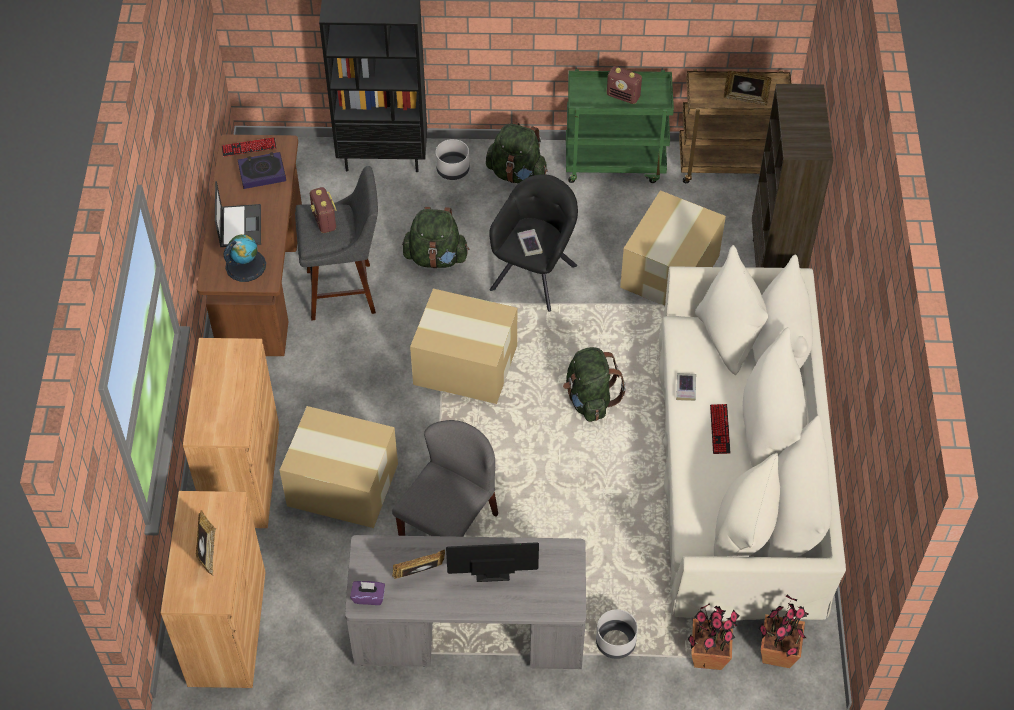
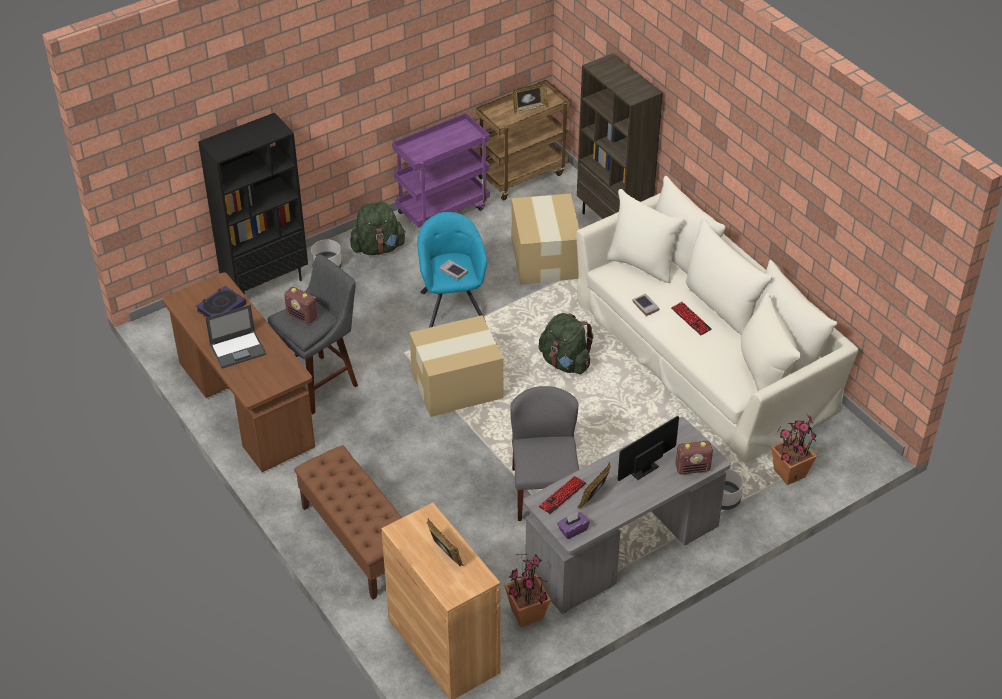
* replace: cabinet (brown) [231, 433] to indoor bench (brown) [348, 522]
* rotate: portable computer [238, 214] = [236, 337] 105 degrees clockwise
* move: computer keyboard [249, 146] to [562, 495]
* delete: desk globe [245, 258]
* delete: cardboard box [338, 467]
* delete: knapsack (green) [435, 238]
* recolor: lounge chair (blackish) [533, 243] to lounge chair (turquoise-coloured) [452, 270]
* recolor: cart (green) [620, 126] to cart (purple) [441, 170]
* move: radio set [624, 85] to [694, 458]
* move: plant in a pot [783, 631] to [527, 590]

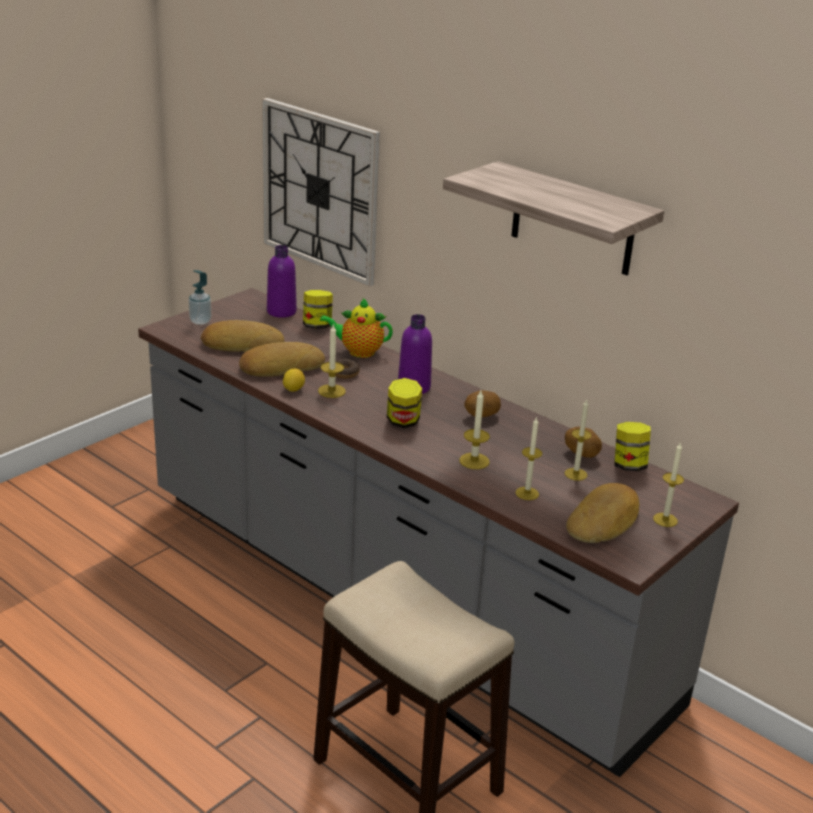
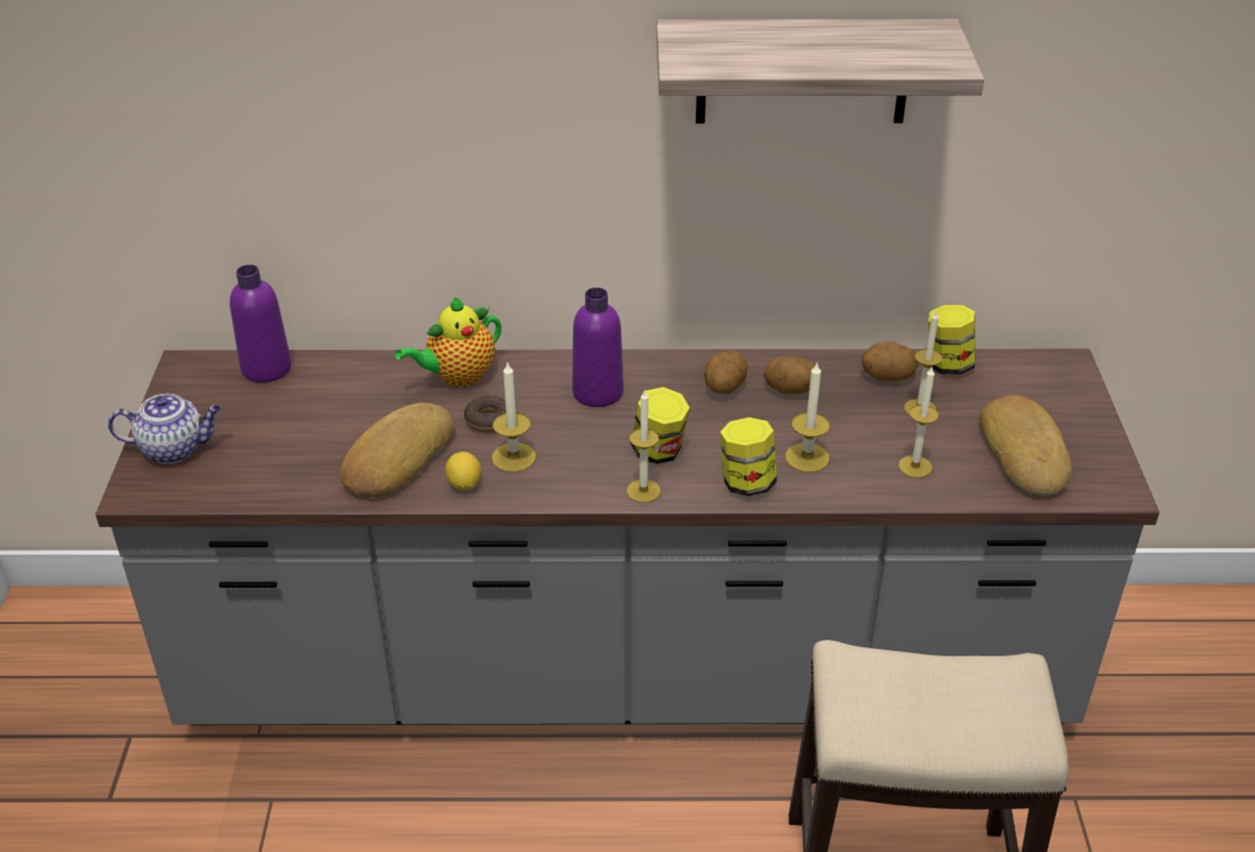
* replace: soap bottle [200, 297] to tea pot [164, 429]
* delete: baked bread [242, 336]
* delete: hanging clock [321, 192]
* move: storage jar [318, 309] to [748, 456]
* move: wax light [668, 485] to [644, 446]
* insert: whole potato [792, 375]

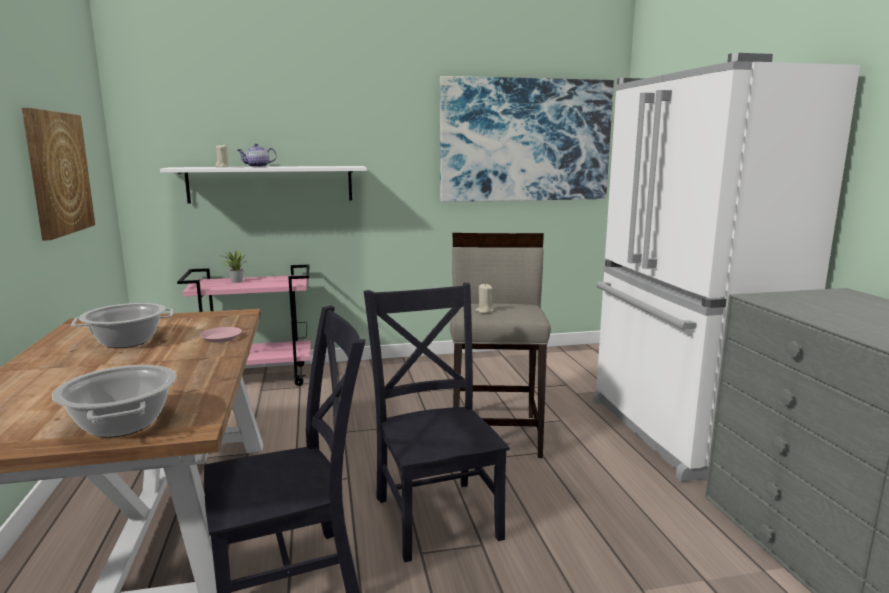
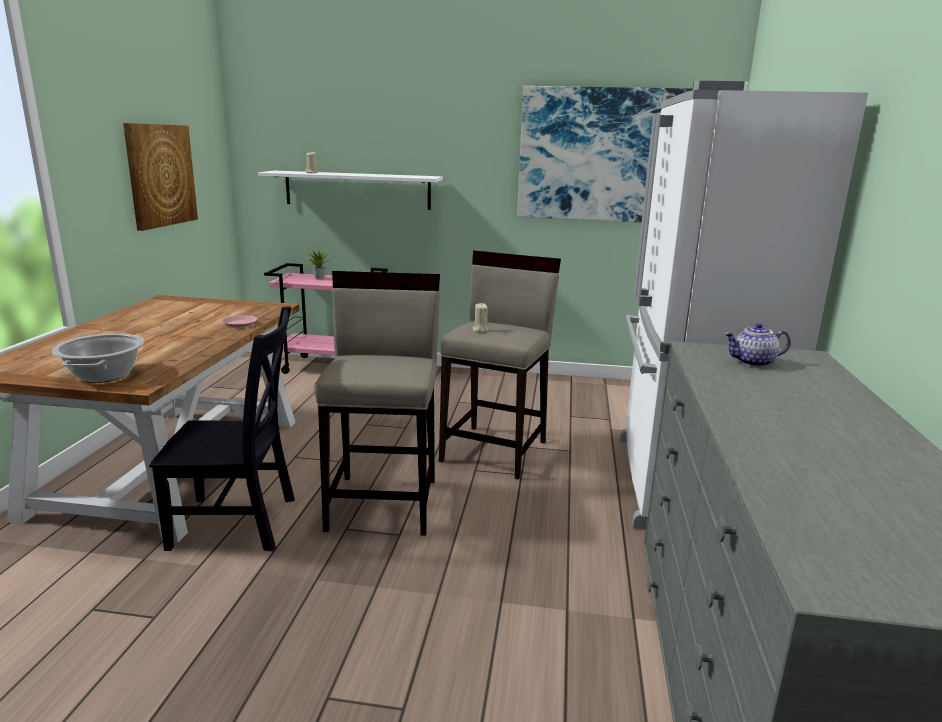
* delete: cooking pot [122, 325]
* move: tea pot [257, 155] to [757, 345]
* replace: upright chair (blackish) [437, 422] to sitting stool (sand-coloured) [377, 403]

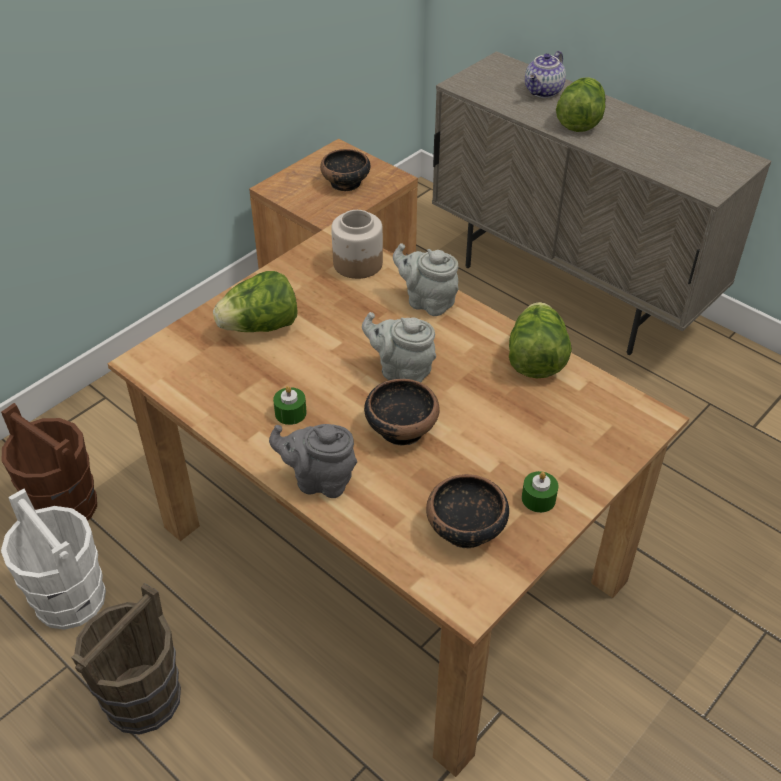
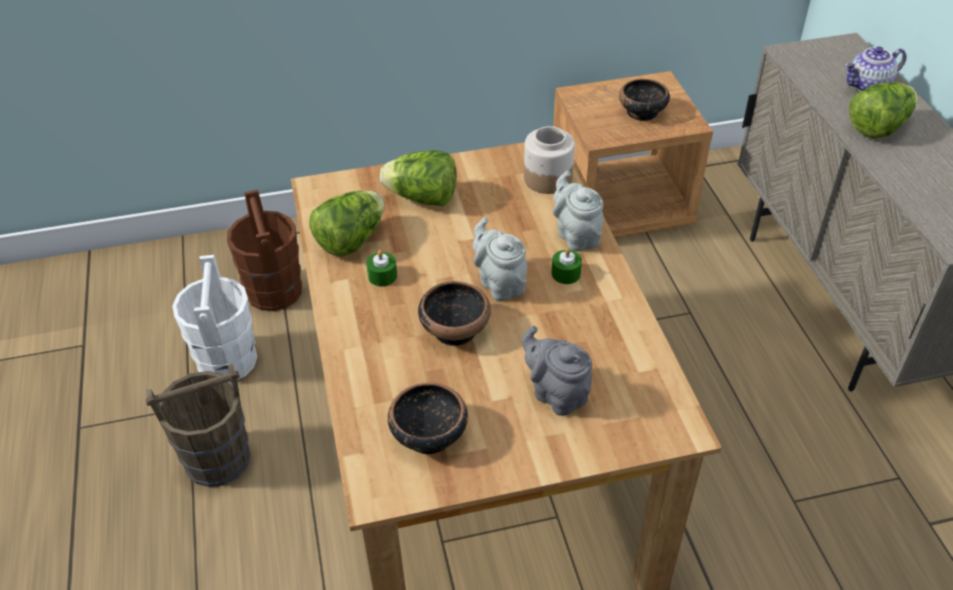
* move: tea pot (grey) [313, 461] to [557, 371]
* move: head of lettuce [540, 340] to [347, 223]
* move: wax light (green) [540, 492] to [566, 266]

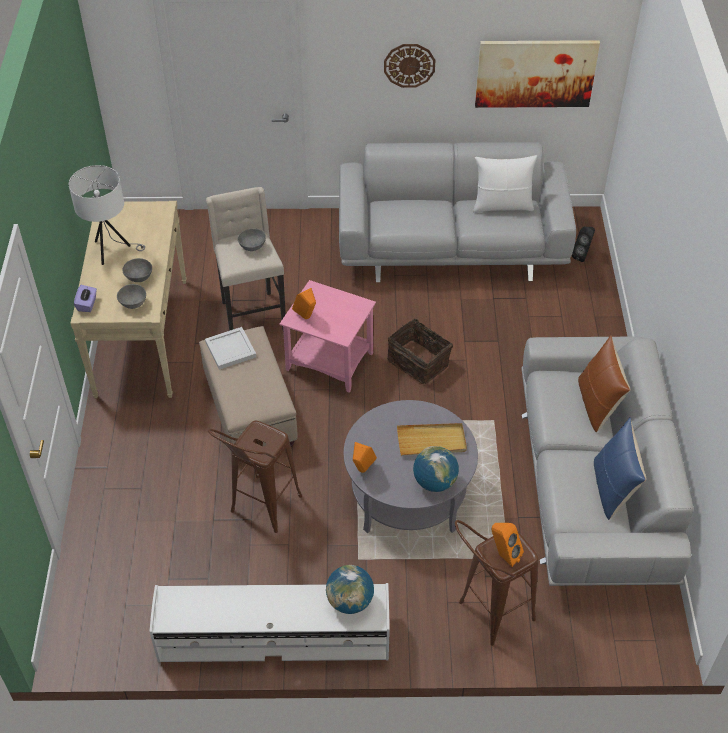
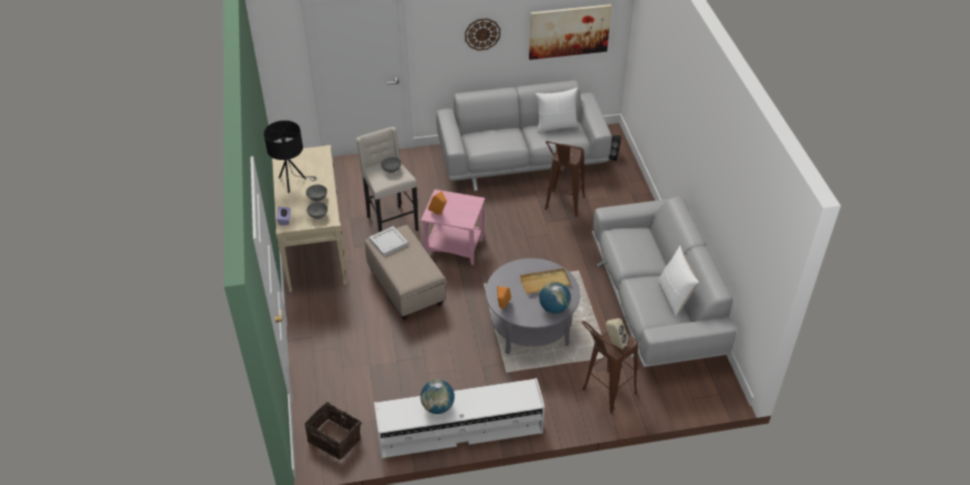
* recolor: tabletop lamp (whitish) [107, 215] to tabletop lamp (blackish) [290, 156]
* move: sitting stool (brown) [255, 477] to [565, 179]
* move: desk globe [350, 589] to [437, 396]
* move: storage basket [420, 350] to [333, 429]
* recolor: audio speaker (orangey) [507, 545] to audio speaker (sand-coloured) [617, 334]
* delete: pillow (brown) [604, 383]
* recolor: pillow (blue-coloured) [620, 469] to pillow (whitish) [678, 281]

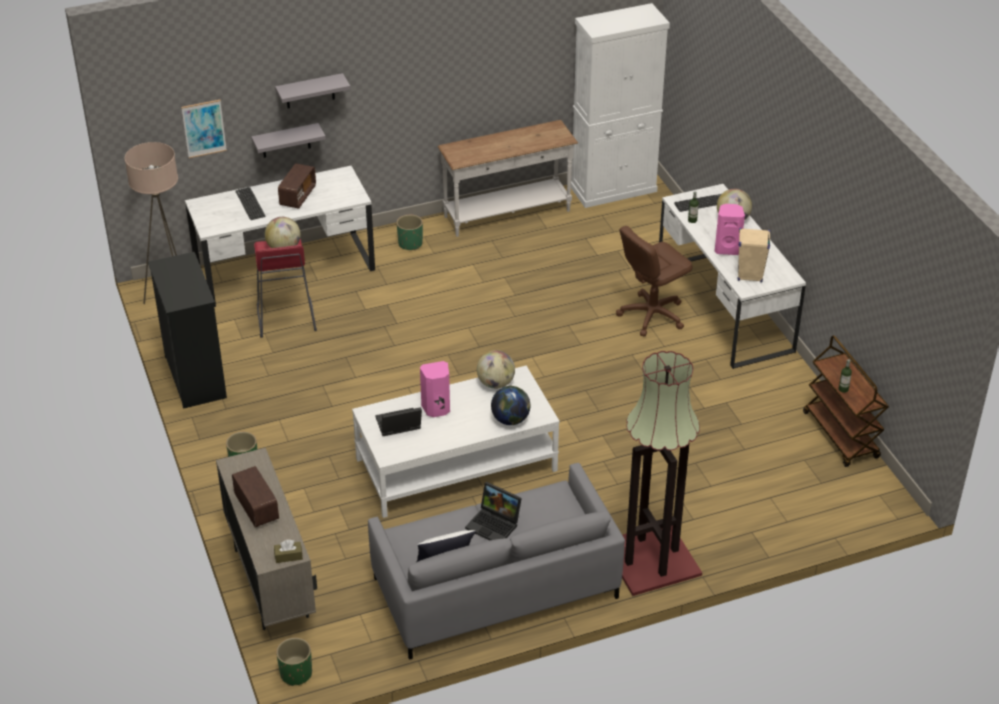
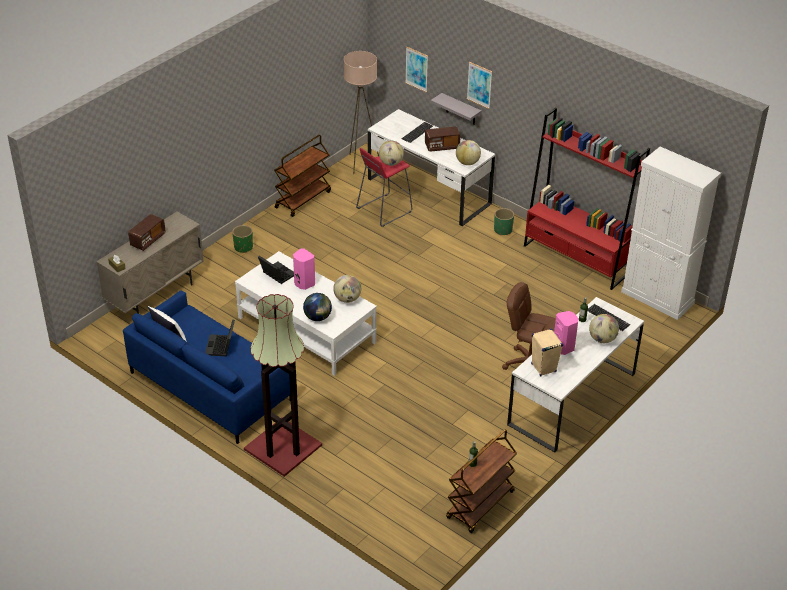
* replace: drawer chest (blackish) [187, 330] to cart (brown) [302, 176]
* replace: shelf (grey) [313, 90] to wall art [479, 85]
* delete: plant pot (green) [294, 662]
* recolor: sofa (grey) [496, 561] to sofa (blue-coloured) [207, 367]
* replace: hall table (whitish) [508, 178] to bookshelf (red) [587, 199]
* insert: desk globe [468, 152]

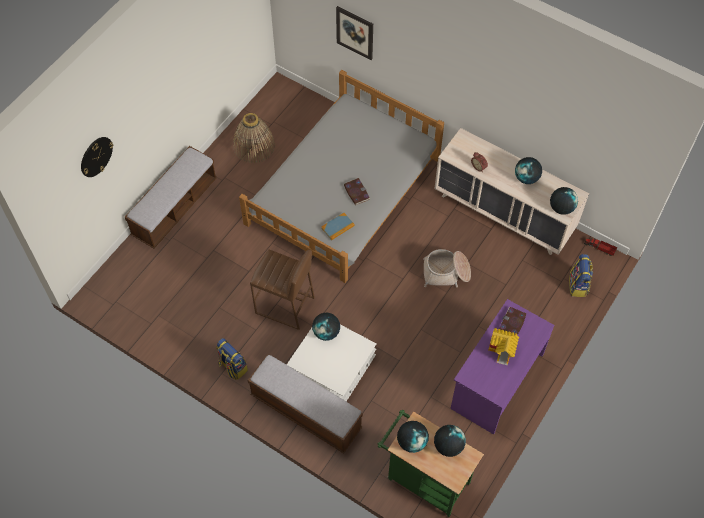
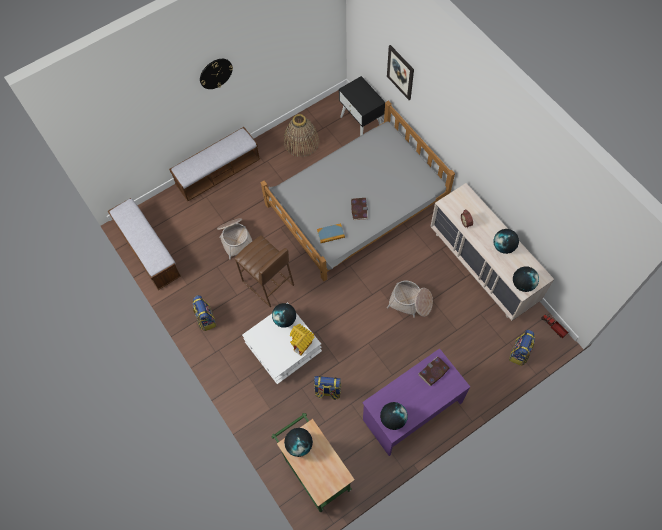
* move: hanging clock [97, 157] to [216, 74]
* move: indoor bench [305, 404] to [144, 244]
* move: desk globe [450, 441] to [394, 416]
* move: toy house [503, 347] to [302, 340]
* insert: storage basket [234, 239]
* insert: knapsack [327, 388]
* insert: bedside table (blackish) [362, 106]

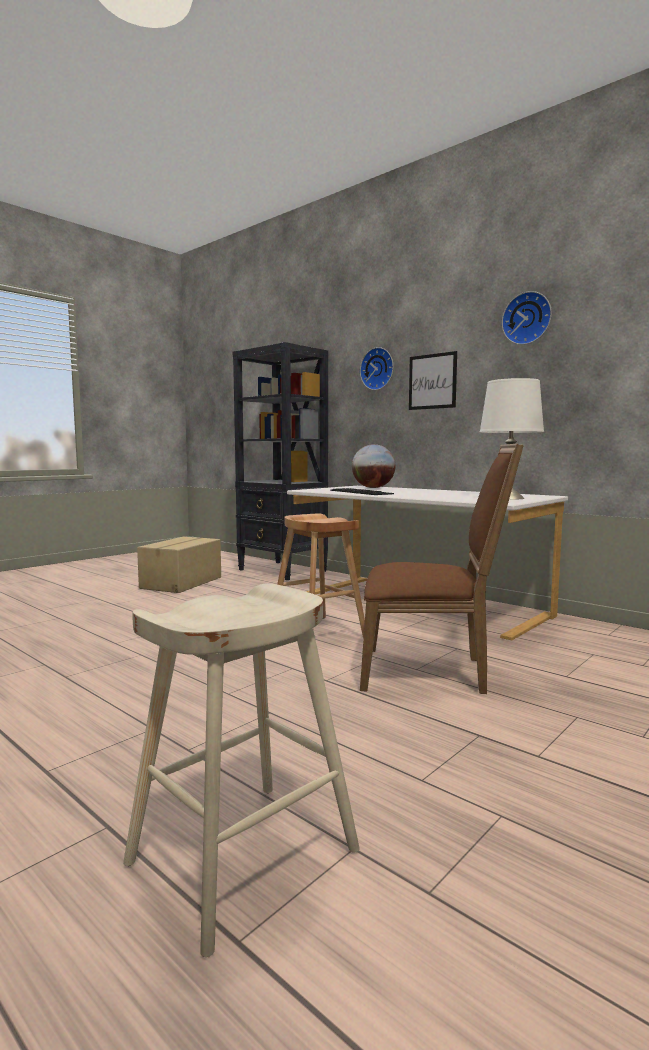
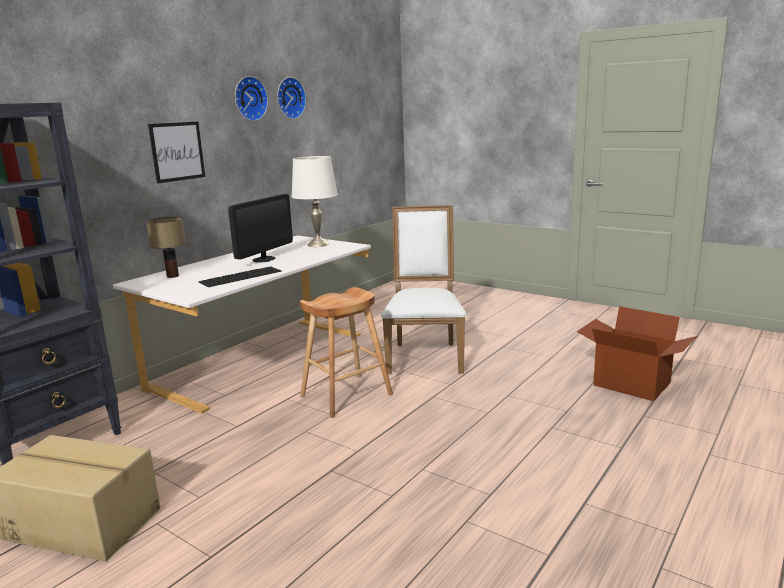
* replace: sitting stool (sand-coloured) [241, 770] to cardboard box [637, 353]
* replace: desk globe [373, 466] to tabletop lamp [166, 247]
* move: hanging clock [377, 368] to [291, 98]
* recolor: upright chair (brown) [442, 569] to upright chair (whitish) [423, 289]
* insert: computer display [260, 228]

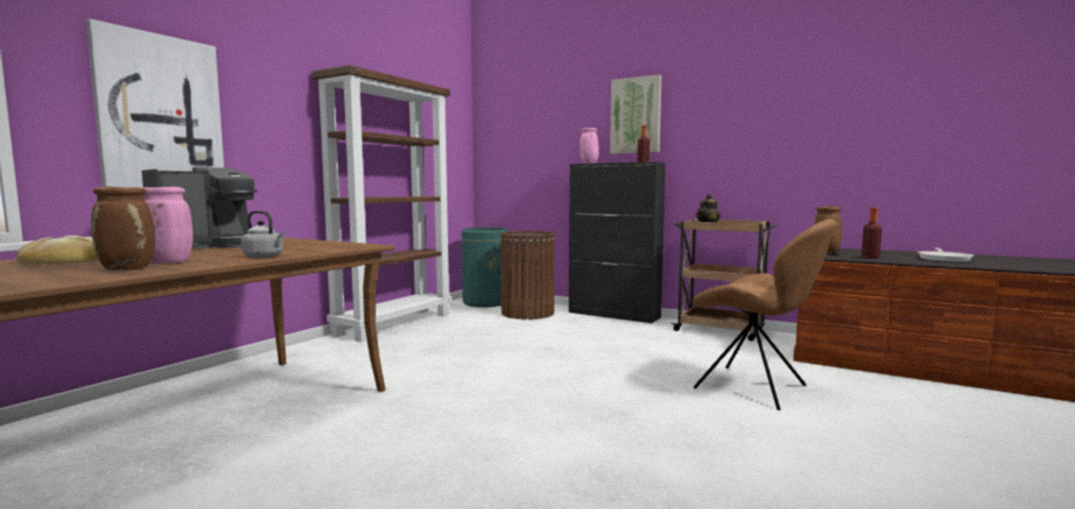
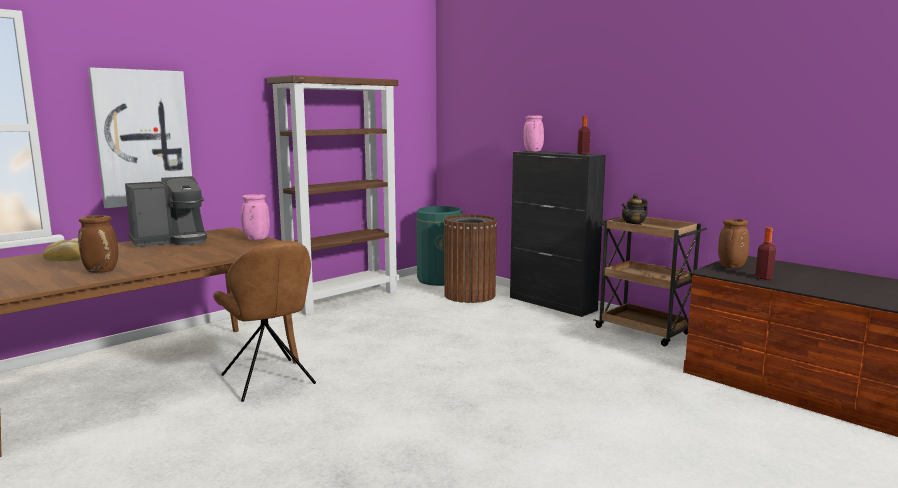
* move: decorative vase (pink) [168, 225] to [255, 217]
* delete: kettle (grey) [263, 234]
* delete: wall art [635, 114]
* move: upright chair (brown) [764, 314] to [264, 321]
* delete: frying pan [946, 255]

